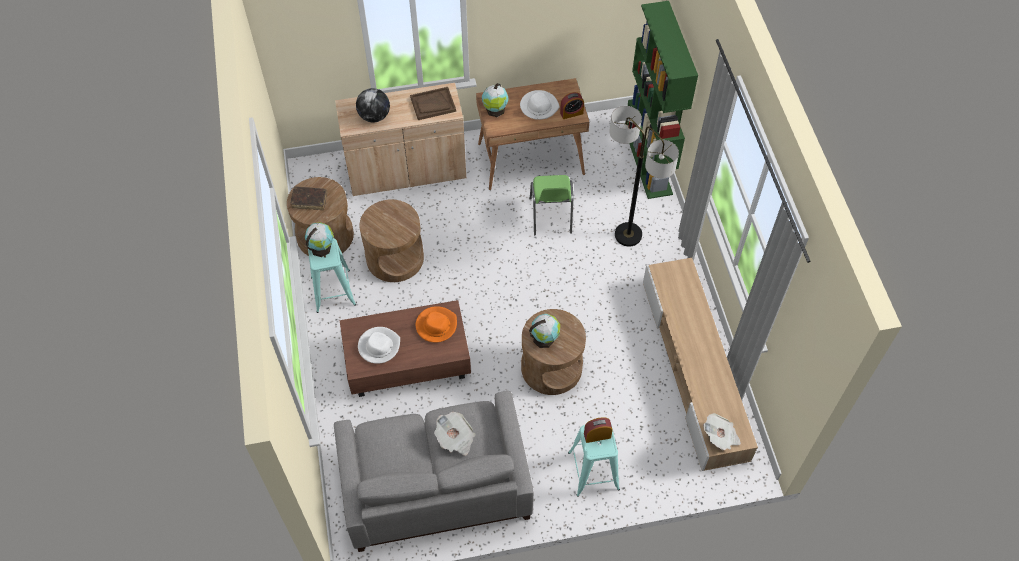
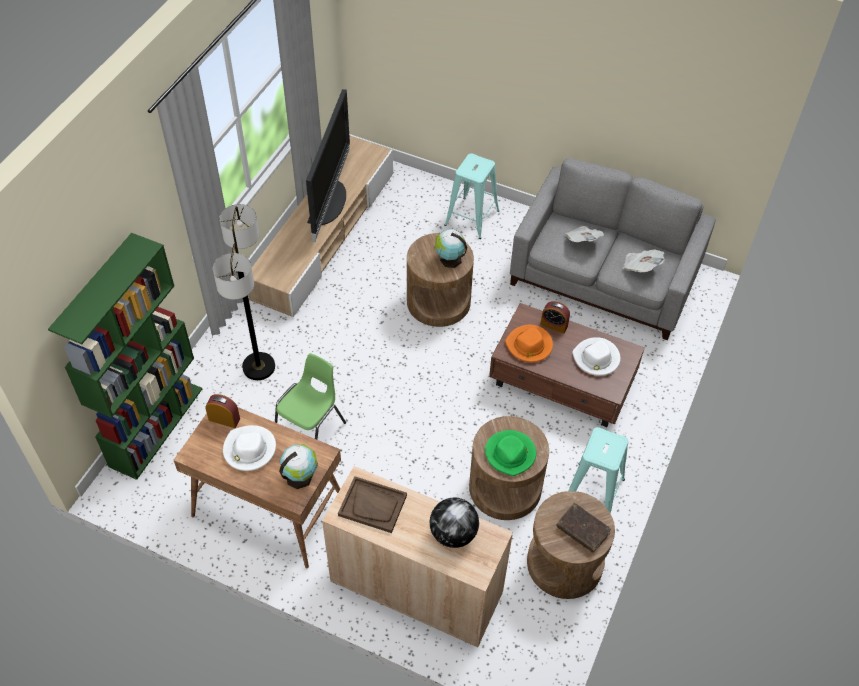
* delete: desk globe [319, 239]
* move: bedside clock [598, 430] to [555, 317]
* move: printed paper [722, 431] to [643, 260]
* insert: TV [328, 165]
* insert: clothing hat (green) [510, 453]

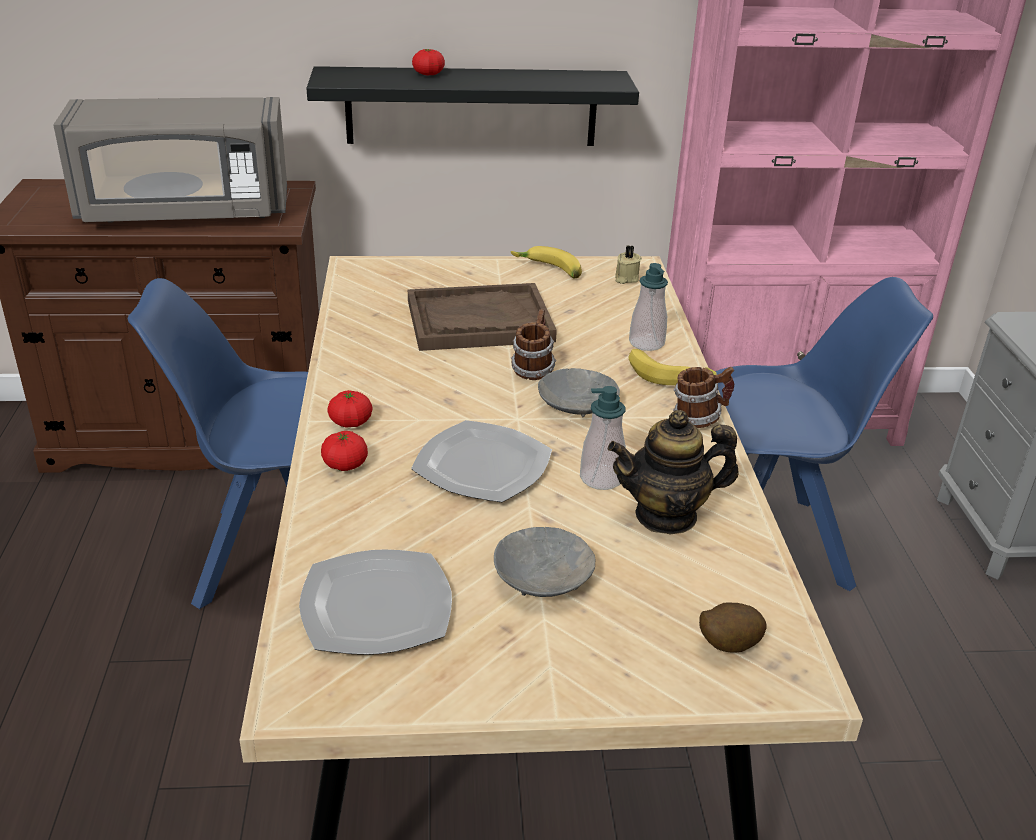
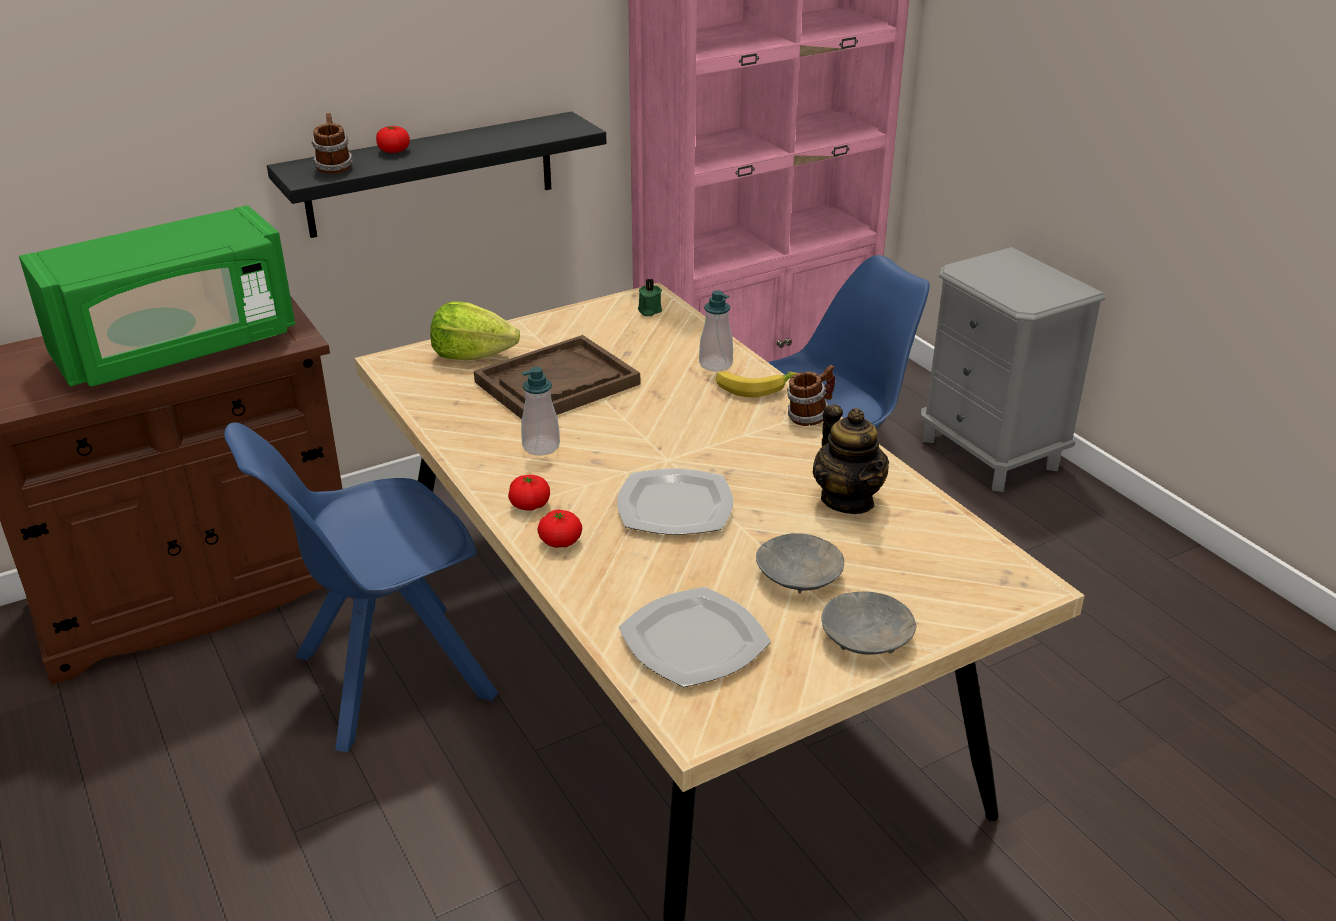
* recolor: microwave oven (grey) [170, 160] to microwave oven (green) [157, 295]
* delete: whole banana [546, 262]
* move: tea mug [533, 344] to [332, 143]
* move: deep dish (grey) [579, 392] to [868, 623]
* move: soap bottle [603, 438] to [540, 411]
* rotate: tea pot [673, 472] = [851, 459] 75 degrees counterclockwise
* recolor: wax light (sand-coloured) [628, 264] to wax light (green) [650, 297]
* delete: whole potato [733, 627]
* insert: head of lettuce [475, 330]

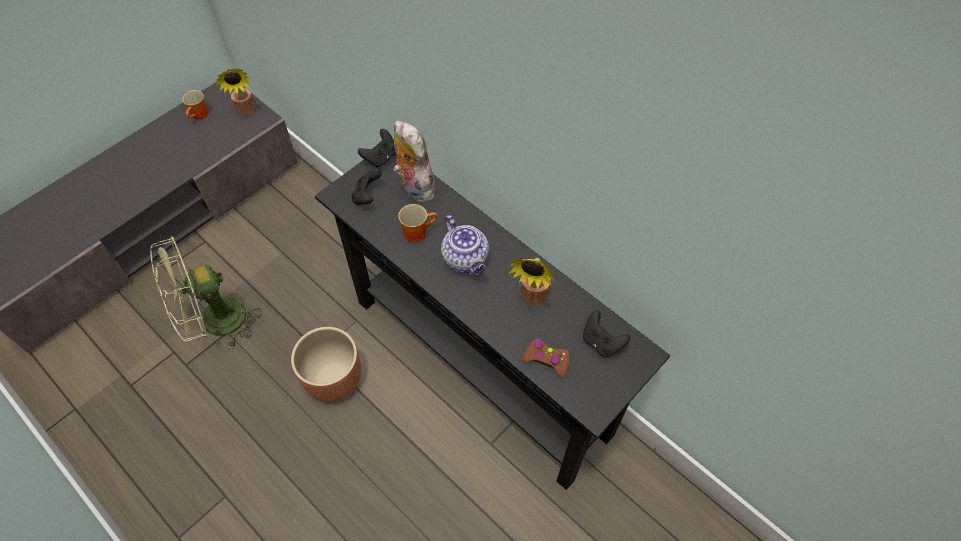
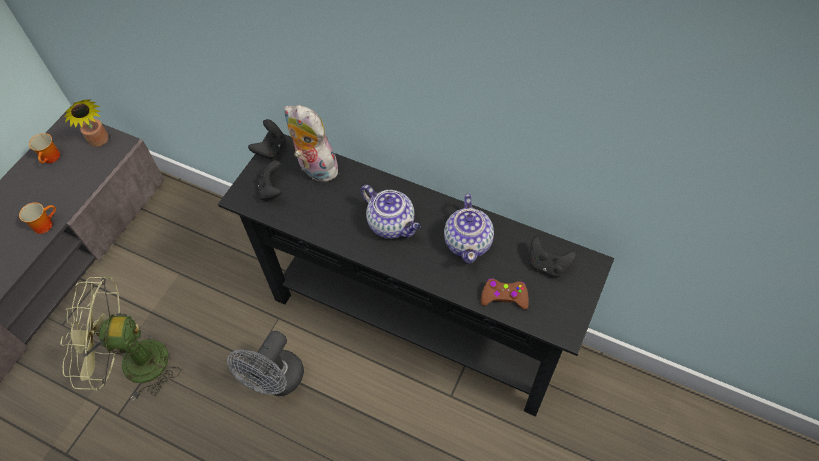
* rotate: fan (green) [206, 292] = [120, 339] 45 degrees clockwise
* replace: plant pot (brown) [326, 364] to fan (grey) [265, 363]
* move: tea mug [417, 223] to [37, 218]
* replace: plant in a pot [531, 281] to tea pot [469, 229]

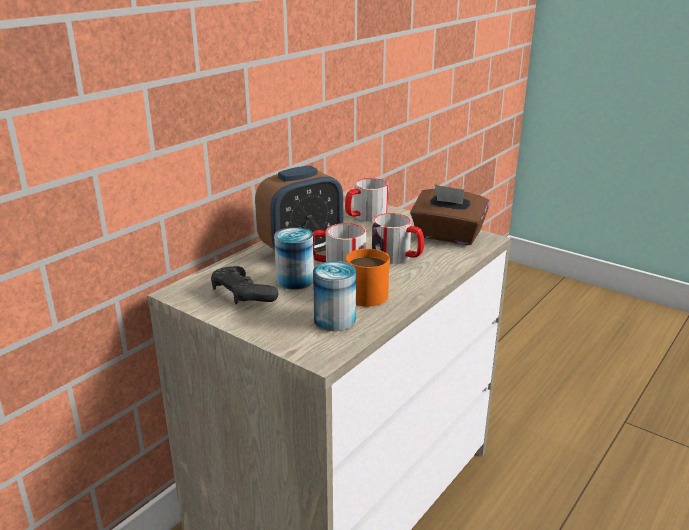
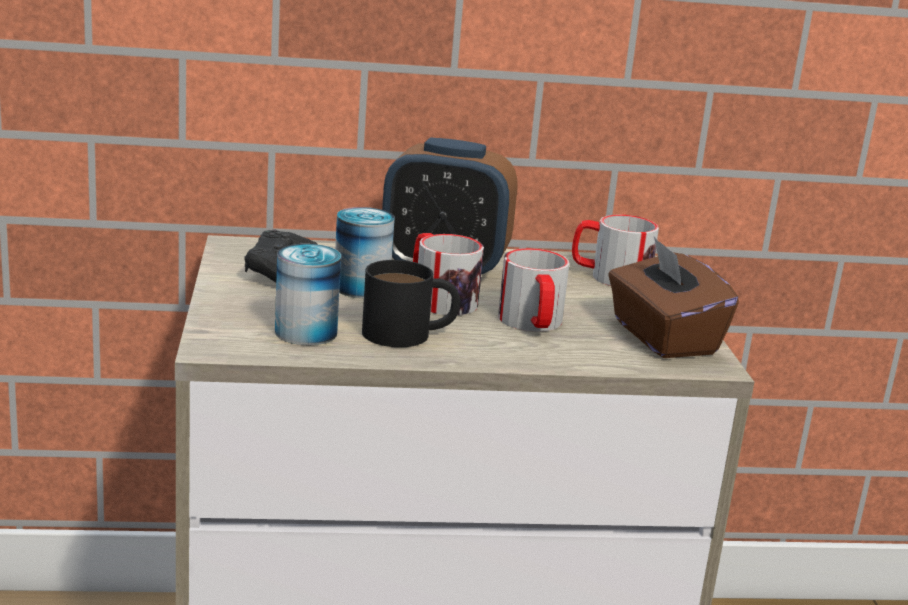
* recolor: tea mug (orangey) [368, 278] to tea mug (blackish) [411, 303]

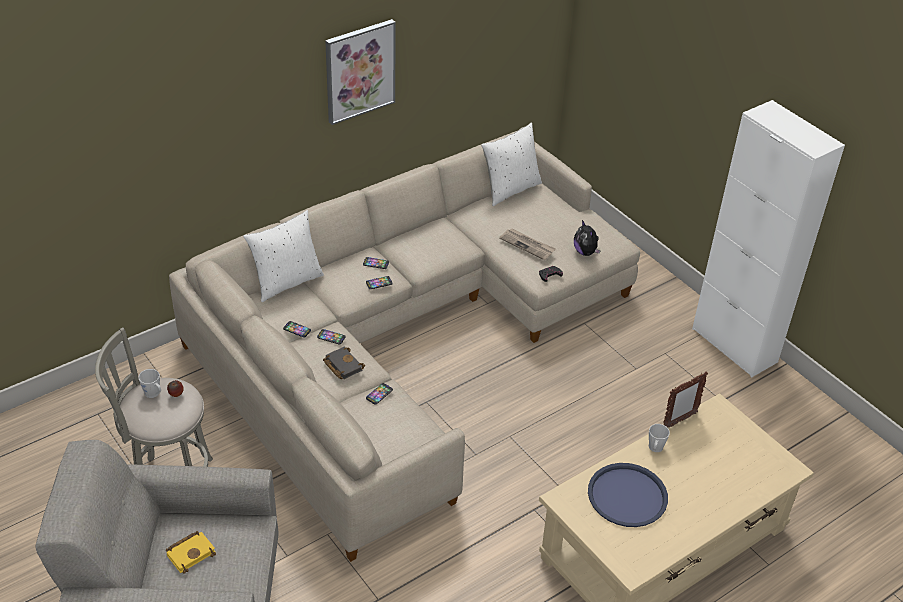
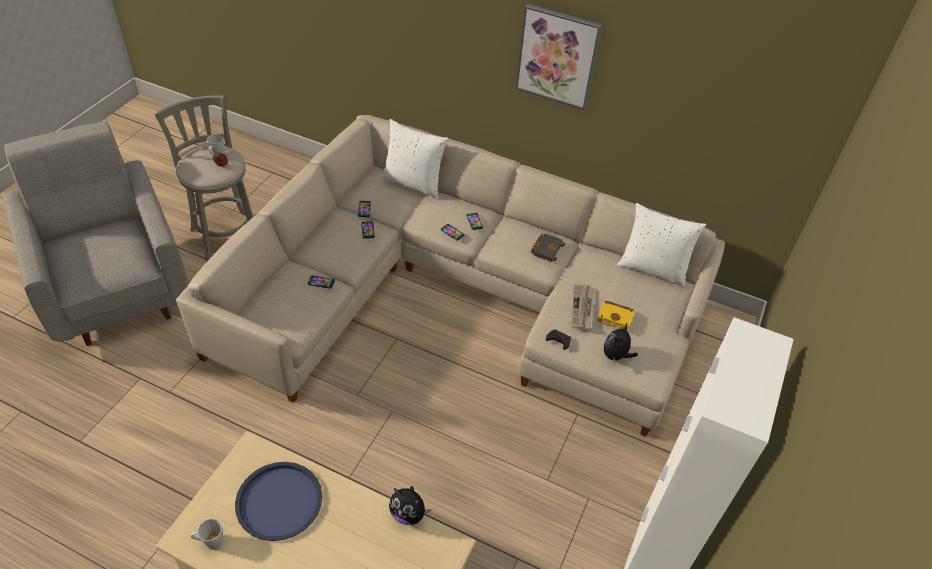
* move: volume (yellow) [191, 552] to [615, 315]
* move: volume (blackish) [344, 363] to [548, 248]
* move: tea mug (grey) [659, 438] to [207, 534]
* replace: standing frame [685, 399] to soft toy [410, 505]

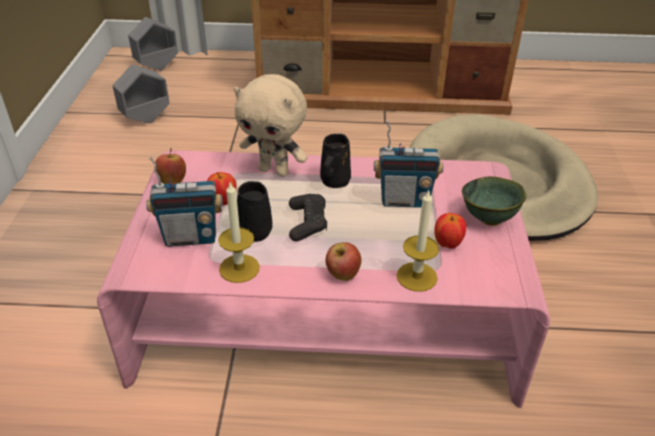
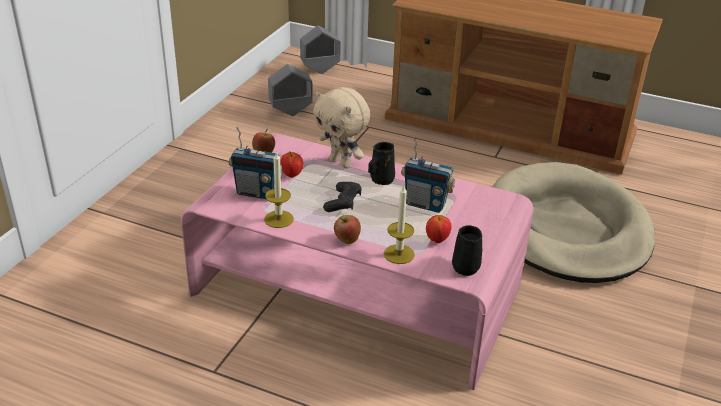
* move: tea mug (blackish) [254, 211] to [467, 250]
* delete: deep dish (green) [494, 201]

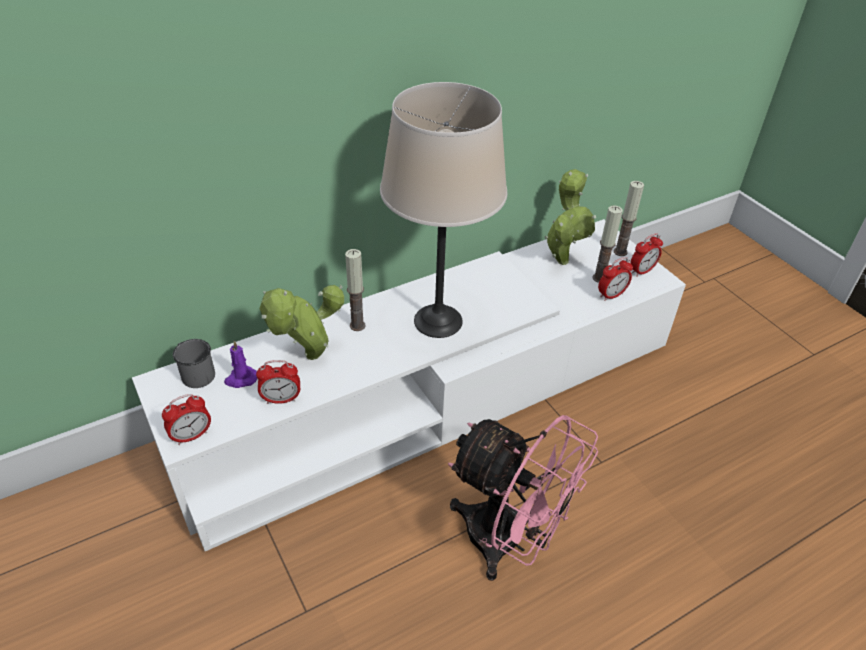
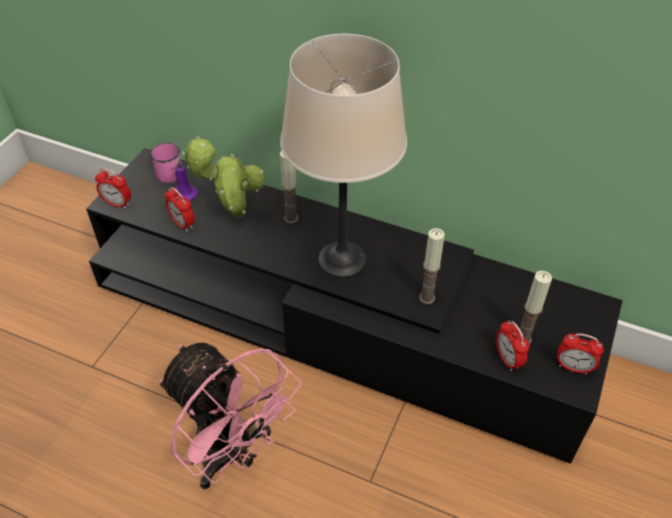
* recolor: media console (whitish) [409, 385] to media console (blackish) [354, 306]
* recolor: tea mug (grey) [194, 363] to tea mug (pink) [166, 163]
* rotate: fan (pink) [523, 498] = [230, 416] 45 degrees counterclockwise
* delete: plant in a pot [570, 217]
* rotate: bedside clock [615, 279] = [513, 345] 45 degrees clockwise
* move: wax light [629, 218] to [432, 266]

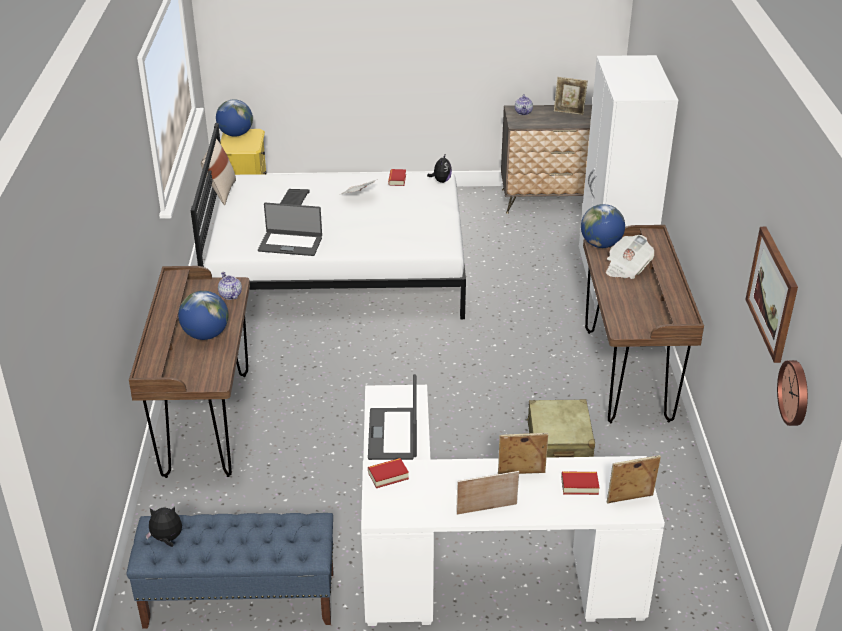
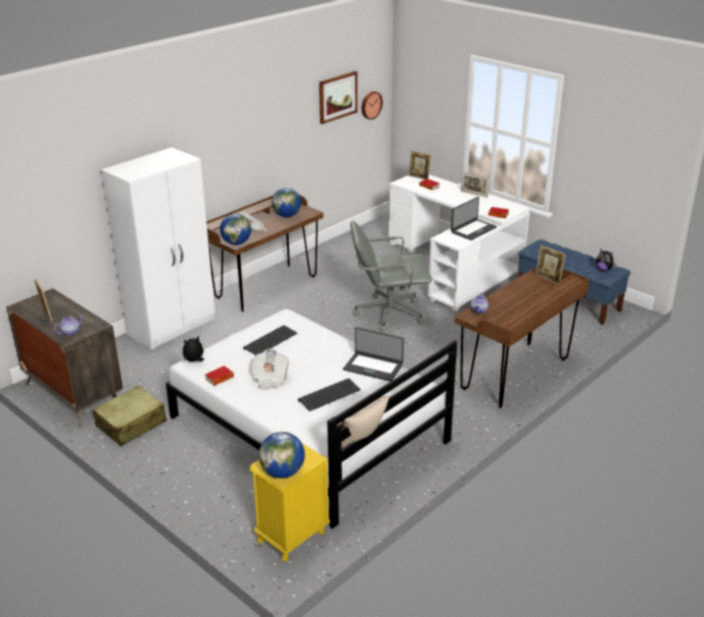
* move: desk globe [203, 315] to [286, 202]
* rotate: portable computer [290, 229] = [373, 354] 150 degrees clockwise
* move: standing frame [523, 453] to [550, 264]
* move: travel case (sand-coloured) [561, 428] to [130, 415]
* insert: computer keyboard [270, 340]
* insert: desk chair (grey) [391, 276]

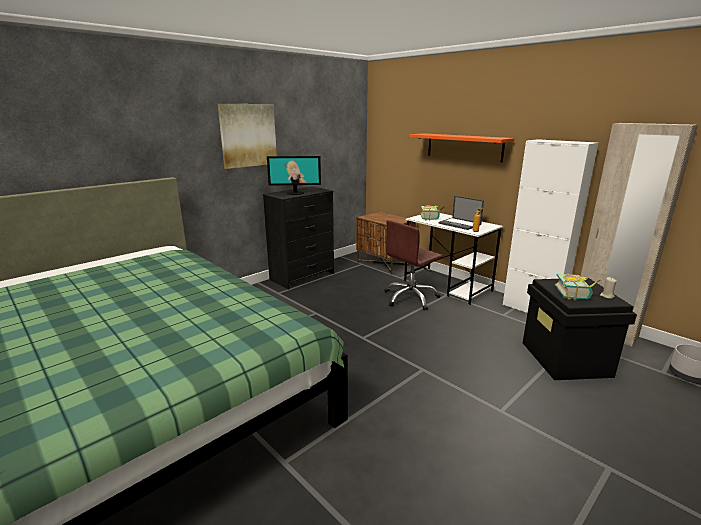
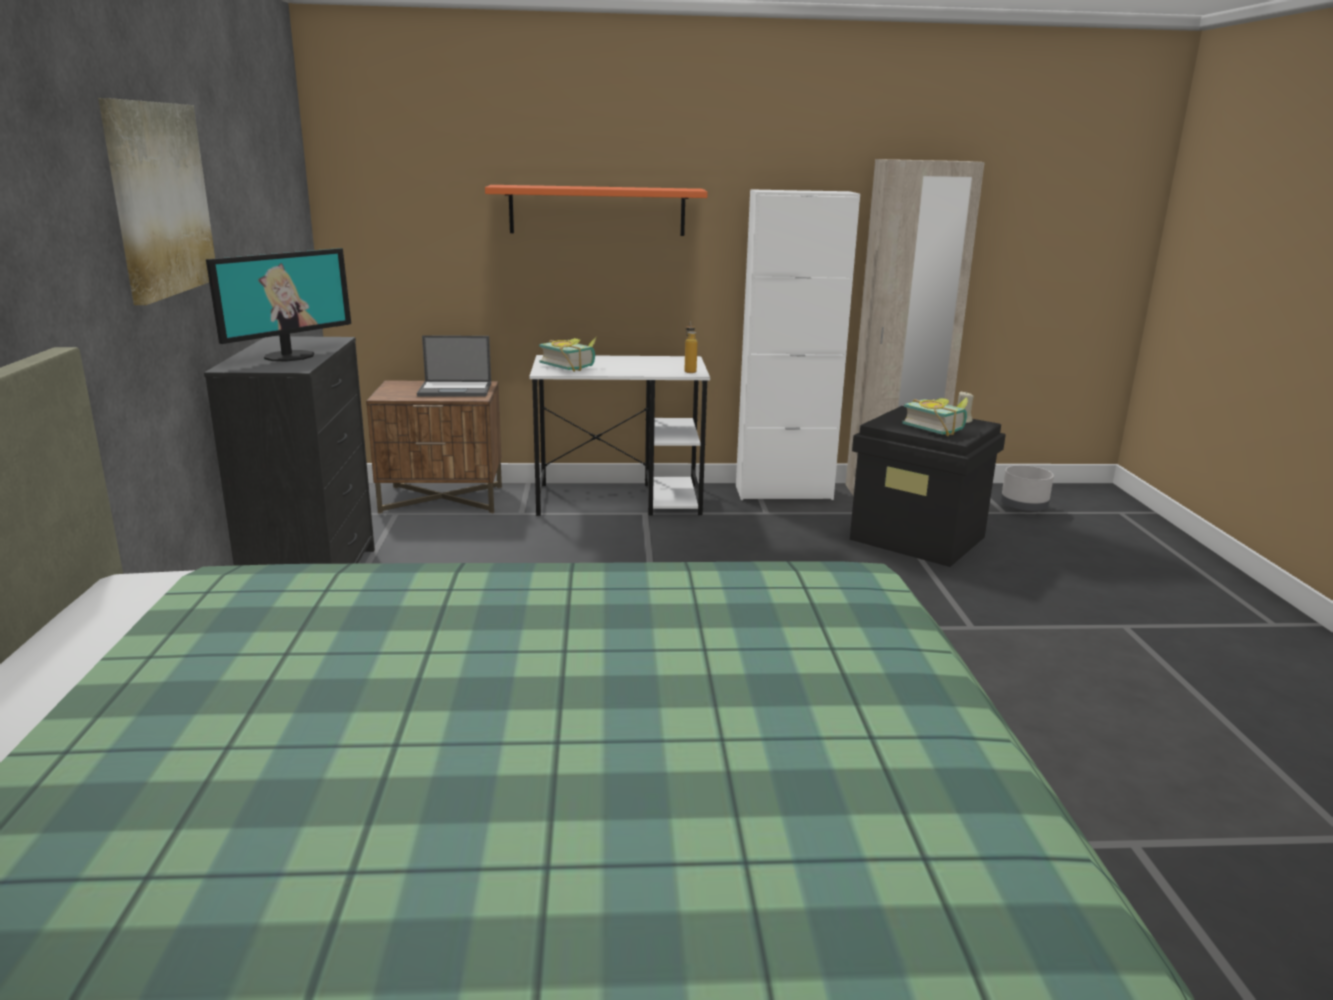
* delete: desk chair (brown) [413, 265]
* move: portable computer [461, 213] to [454, 366]

